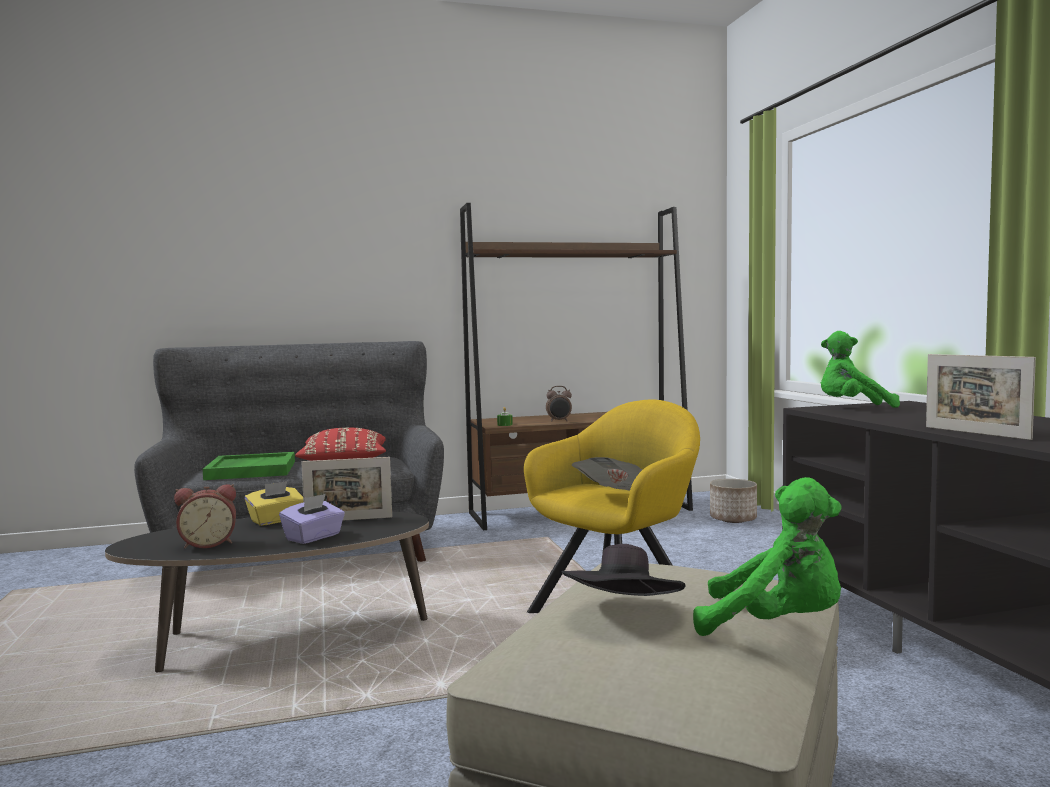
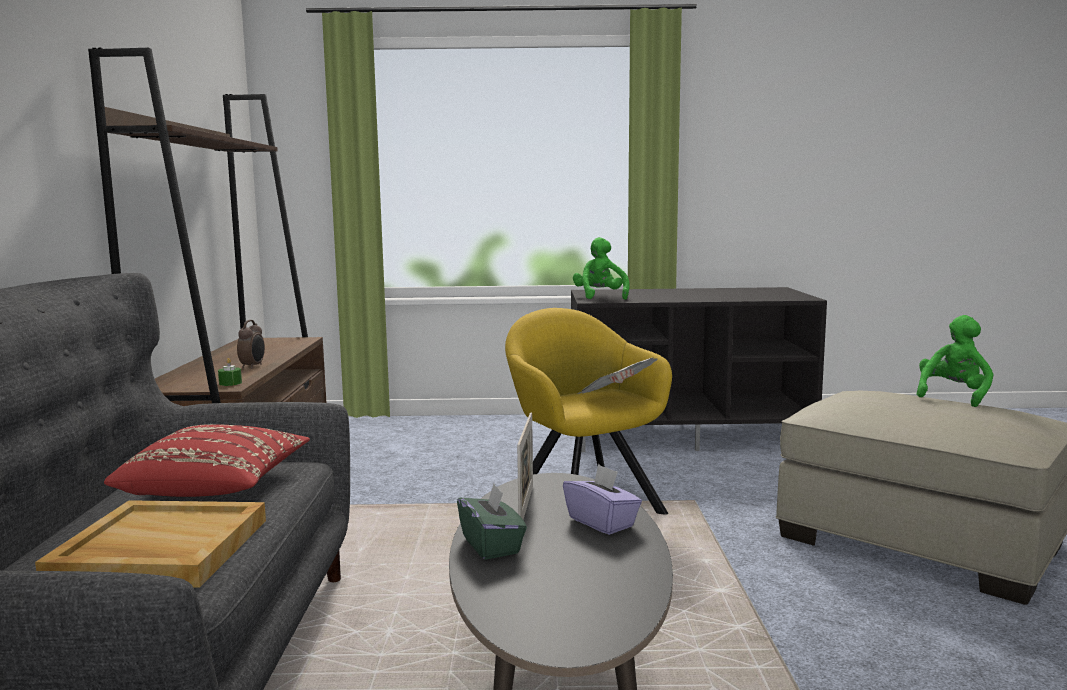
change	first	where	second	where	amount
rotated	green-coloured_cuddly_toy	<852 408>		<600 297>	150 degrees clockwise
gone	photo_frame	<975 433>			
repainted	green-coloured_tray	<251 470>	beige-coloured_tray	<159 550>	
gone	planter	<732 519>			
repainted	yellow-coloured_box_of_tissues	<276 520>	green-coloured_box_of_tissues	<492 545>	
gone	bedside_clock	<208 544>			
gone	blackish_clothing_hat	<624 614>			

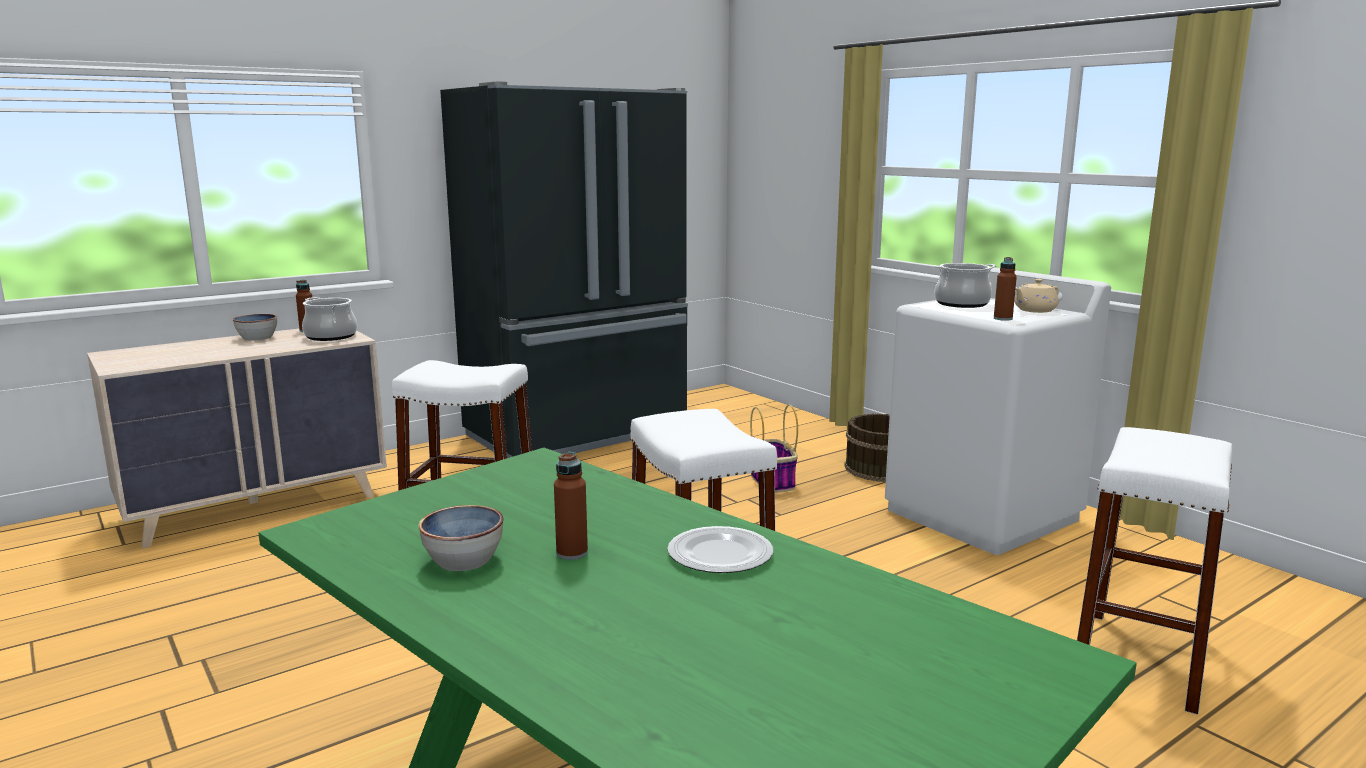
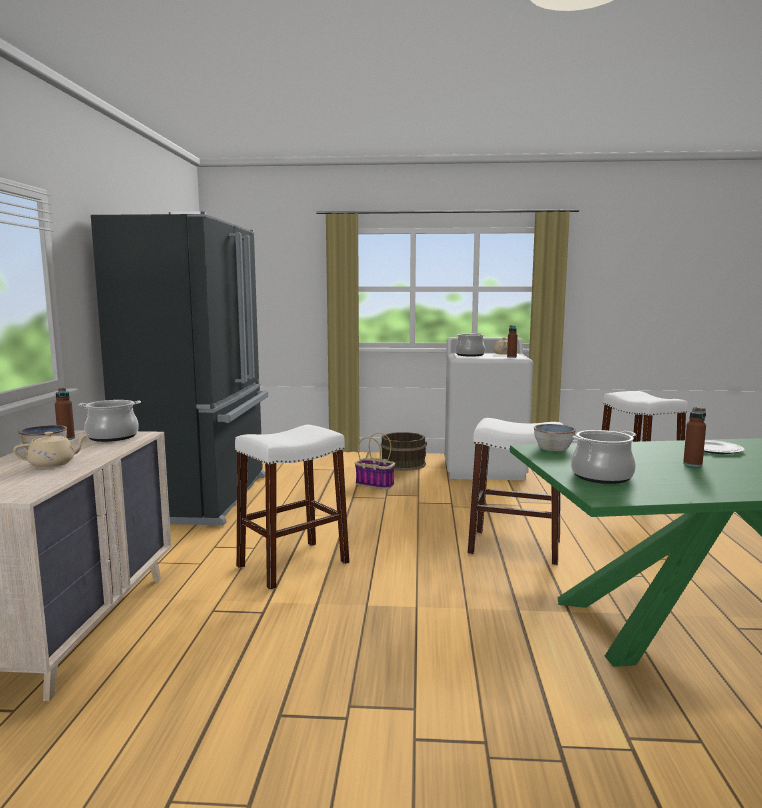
change	first	where	second	where	amount
shifted	deep_dish	<463 560>		<553 448>	
new			saucepot	<601 476>	
new			beige-coloured_tea_pot	<53 464>	

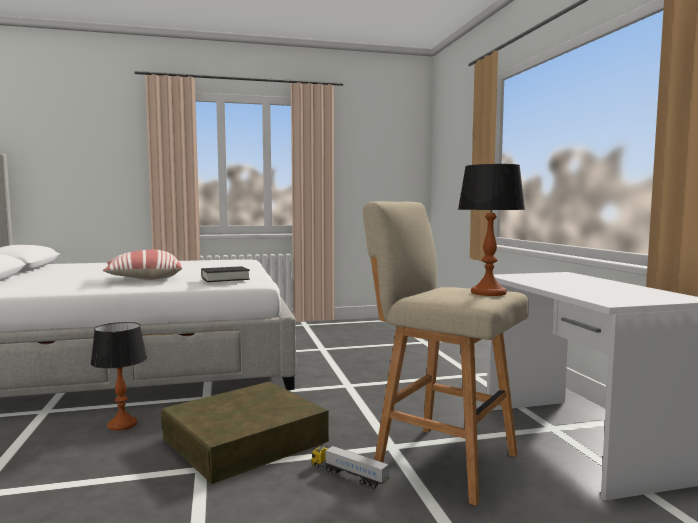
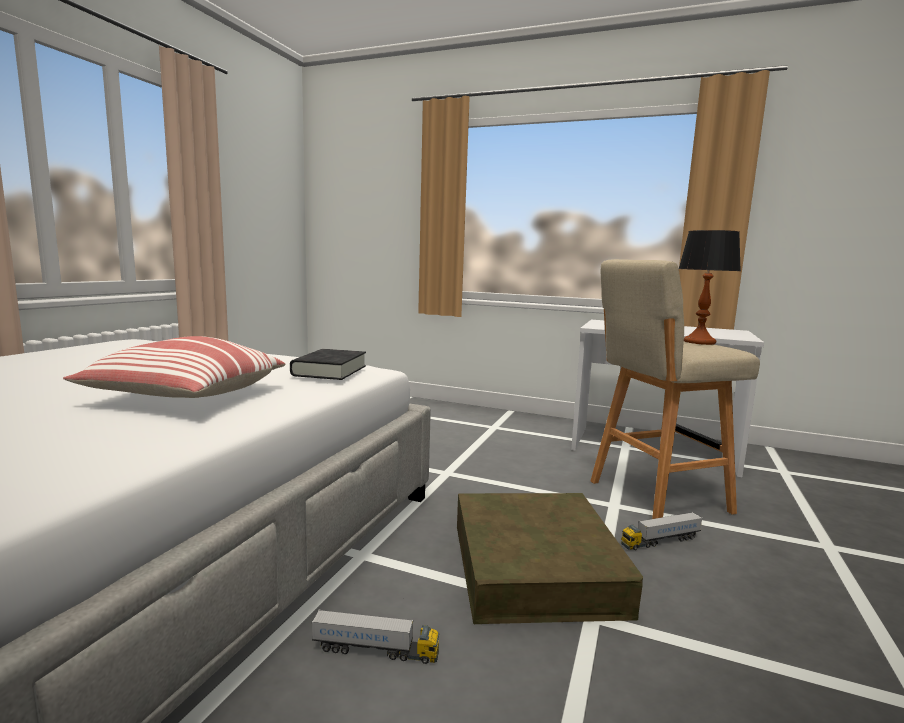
change	first	where	second	where	amount
swapped	tabletop_lamp	<122 424>	model_truck	<376 650>	

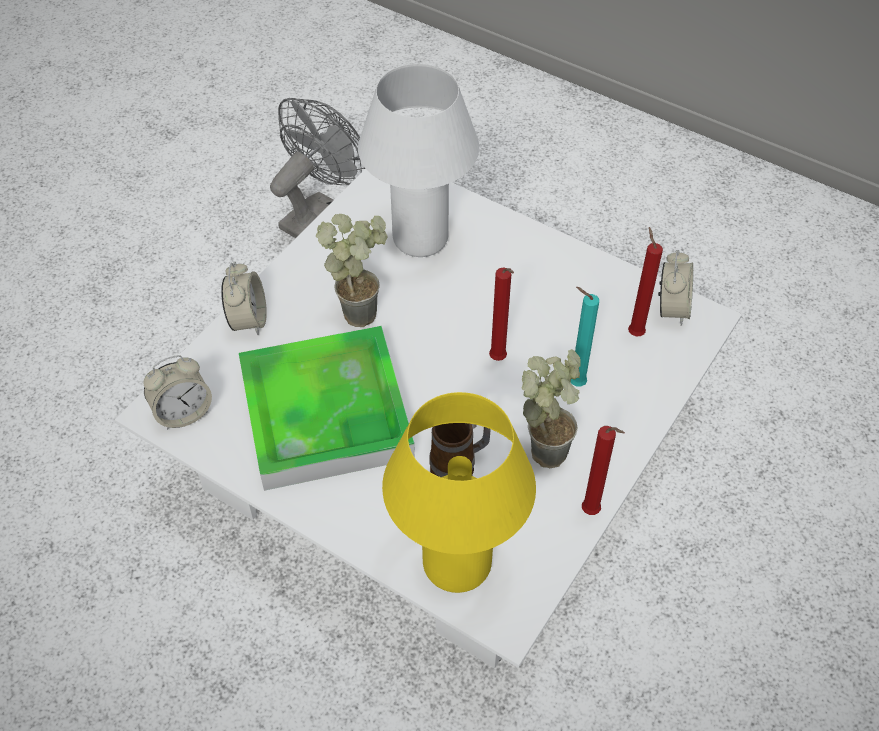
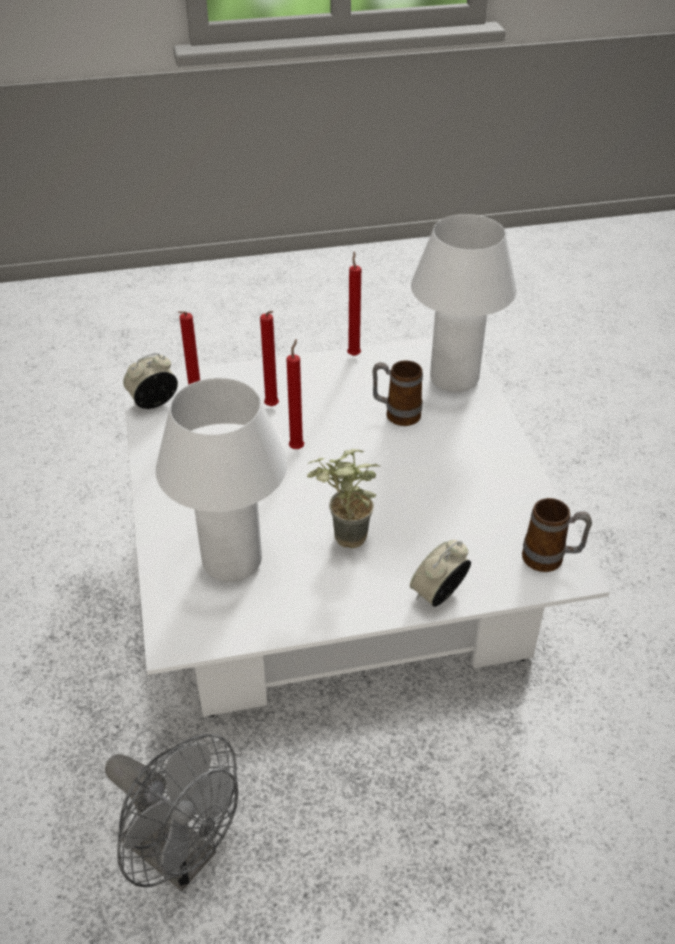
change	first	where	second	where	amount
rotated	grey_cooling_fan	<319 213>		<181 856>	135 degrees counterclockwise
repainted	turquoise_wax_light	<574 383>	red_wax_light	<272 407>	
gone	tray	<326 413>			
gone	plant_in_a_pot	<547 444>			
swapped	bedside_clock	<183 412>	coffee_mug	<551 560>	
repainted	yellow-coloured_tabletop_lamp	<457 563>	whitish_tabletop_lamp	<454 379>	

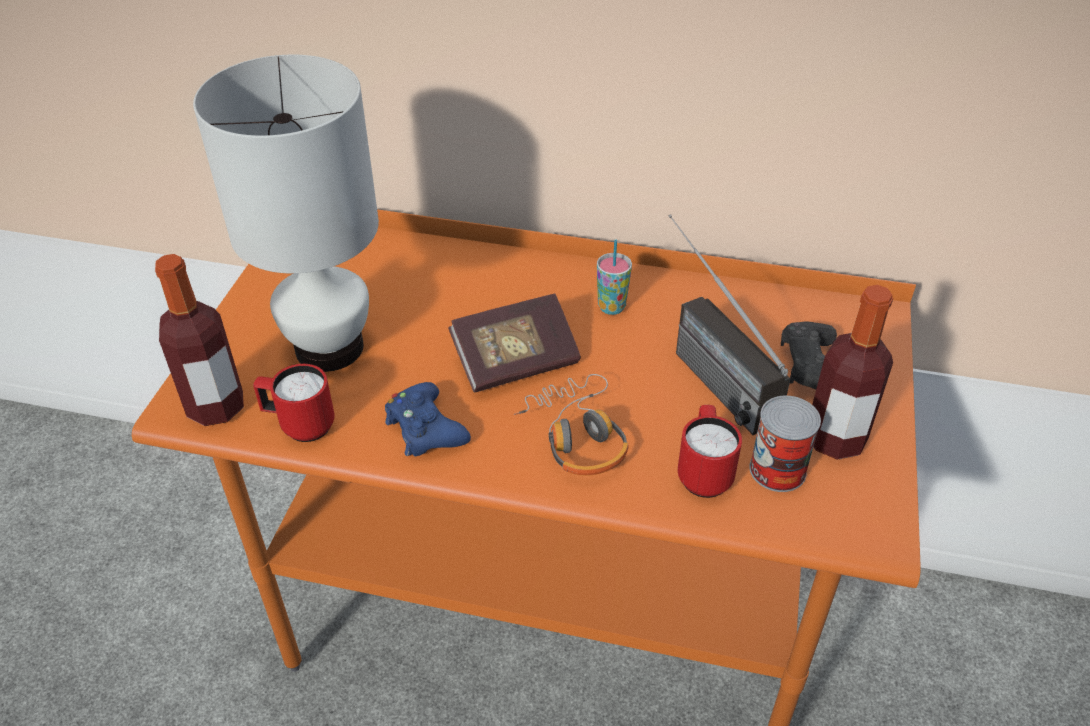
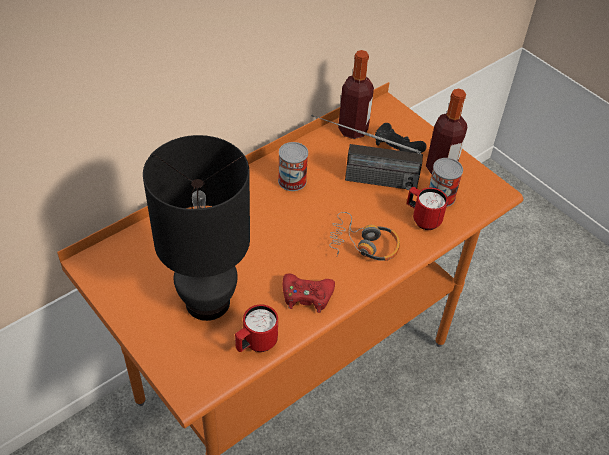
change	first	where	second	where	amount
repainted	whitish_tabletop_lamp	<331 347>	blackish_tabletop_lamp	<207 301>	
swapped	small_cup	<611 307>	sealed_can	<292 181>	
shifted	drink_bottle	<216 407>		<353 130>	
gone	book	<515 361>			
repainted	bluish_gamepad	<425 429>	red_gamepad	<307 296>	

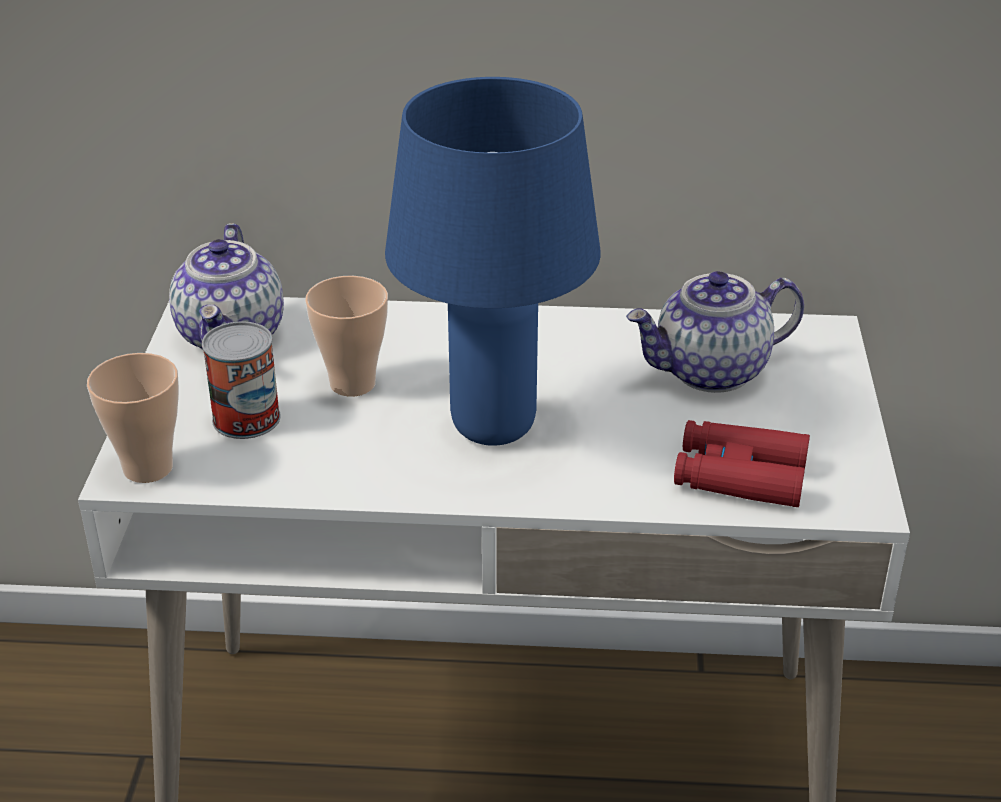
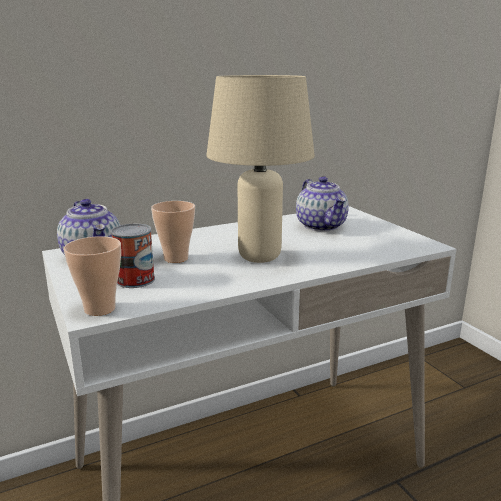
change	first	where	second	where	amount
repainted	bluish_tabletop_lamp	<493 425>	beige-coloured_tabletop_lamp	<259 256>	
rotated	tea_pot	<710 372>		<322 226>	60 degrees counterclockwise
gone	red_pair_of_binoculars	<739 476>			

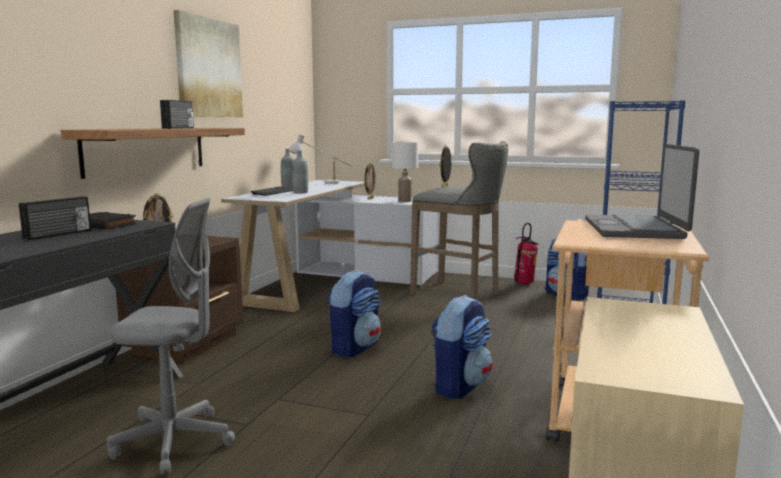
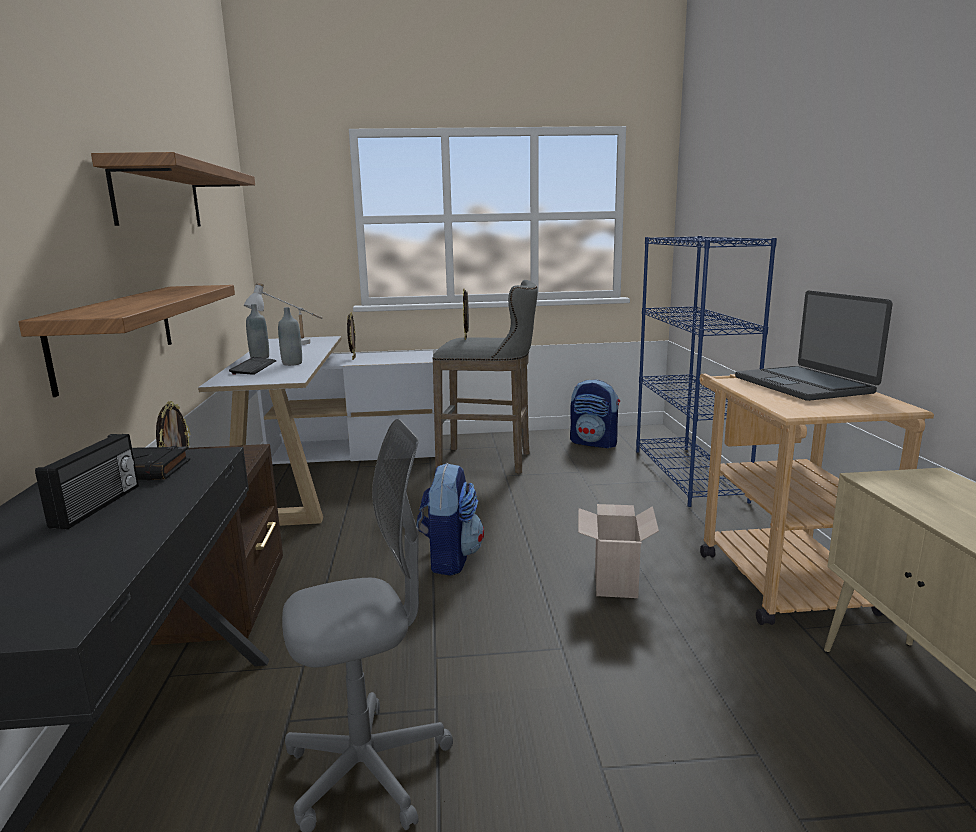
change	first	where	second	where	amount
swapped	wall_art	<208 68>	shelf	<159 197>	
gone	radio_set	<179 128>			
gone	whitish_tabletop_lamp	<404 201>			
gone	fire-fighting_cylinder	<524 284>			
swapped	knapsack	<459 386>	packing_box	<613 581>	

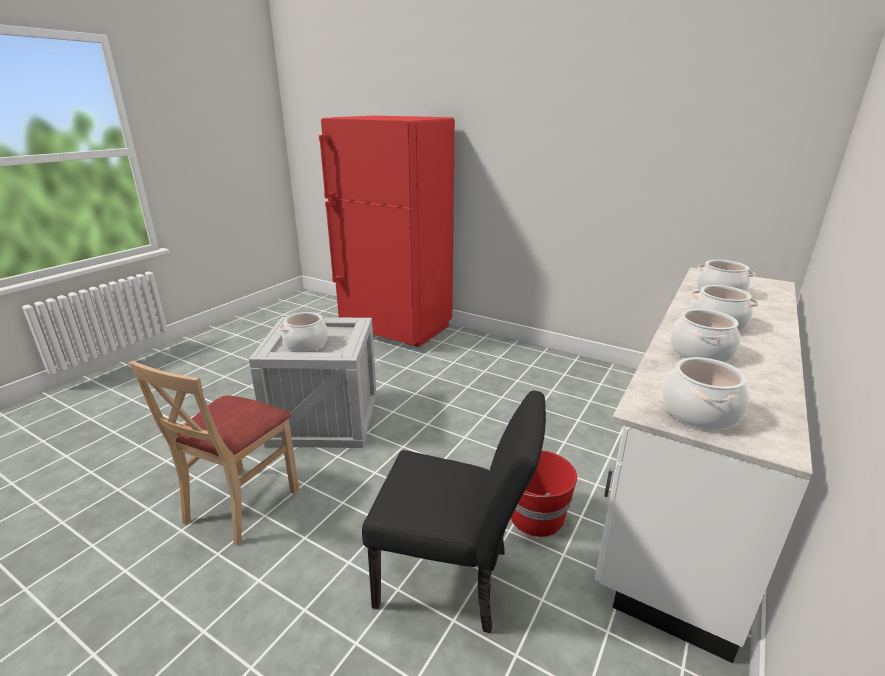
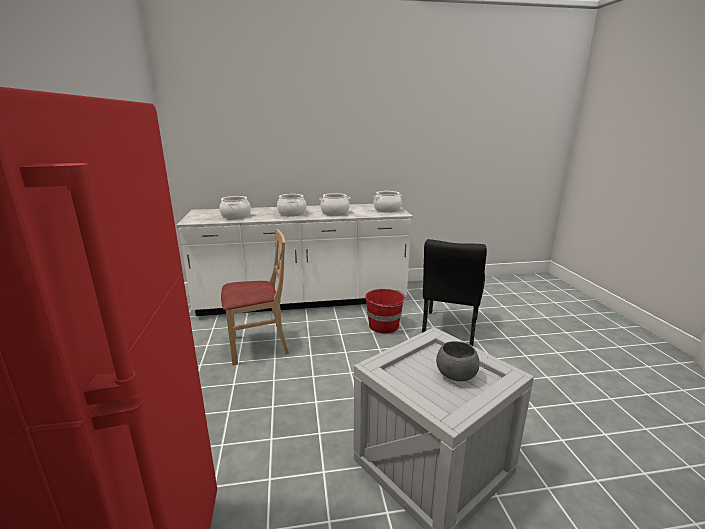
change	first	where	second	where	amount
swapped	saucepot	<306 344>	grey_deep_dish	<455 375>	
shifted	beige-coloured_chair	<241 504>		<259 346>	
rotated	blackish_chair	<454 580>		<448 330>	135 degrees counterclockwise

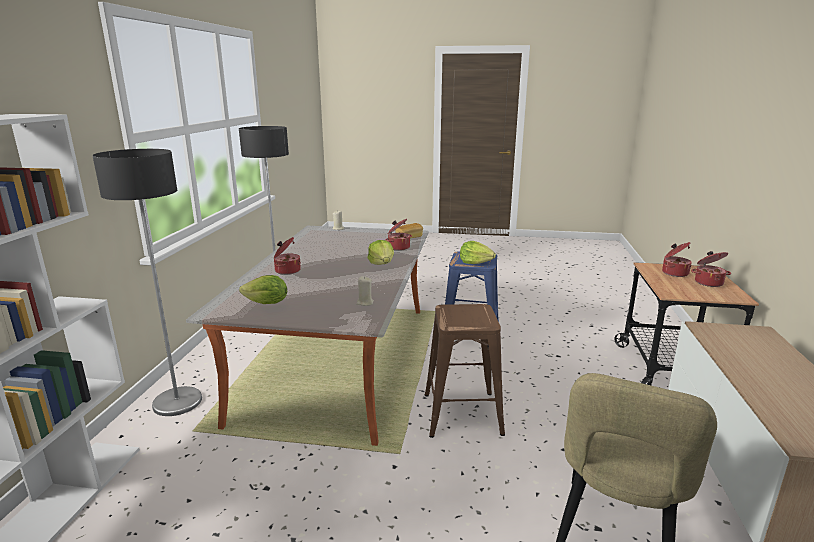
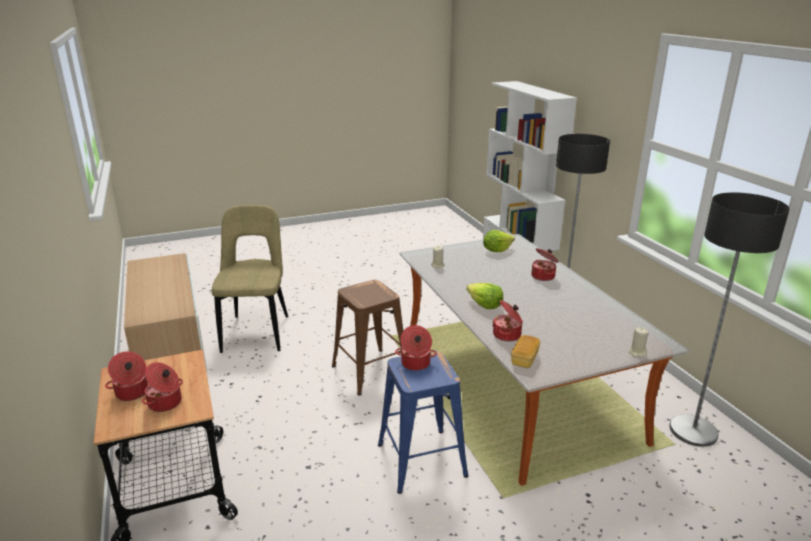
change	first	where	second	where	amount
swapped	lettuce	<475 262>	saucepot	<415 364>	

